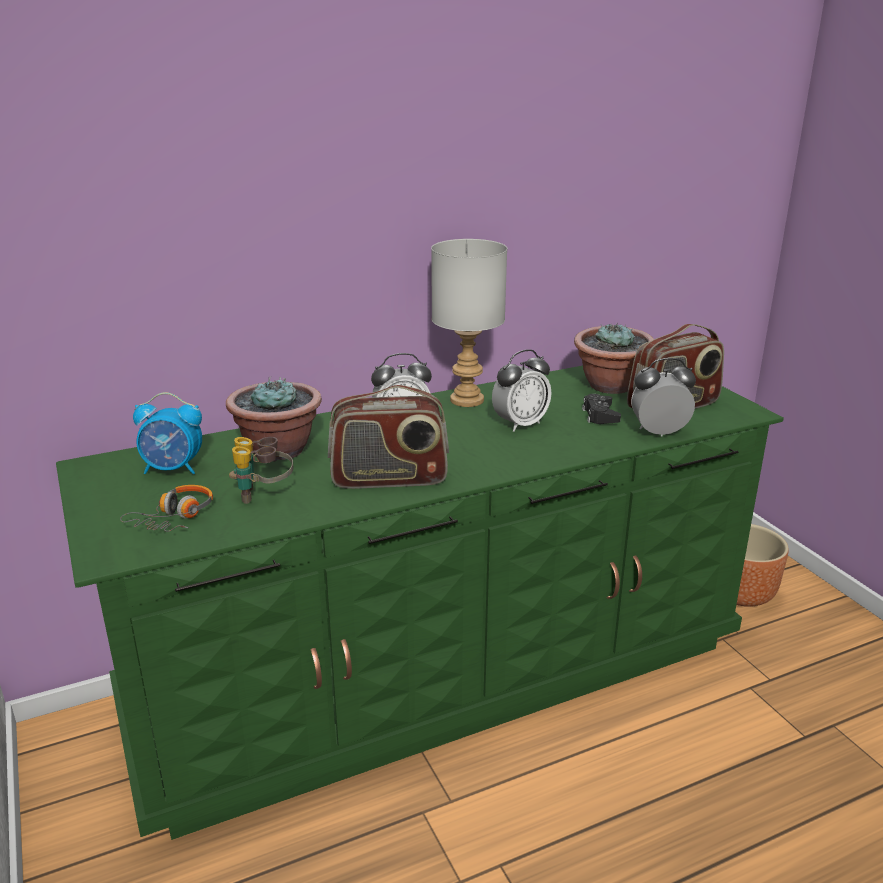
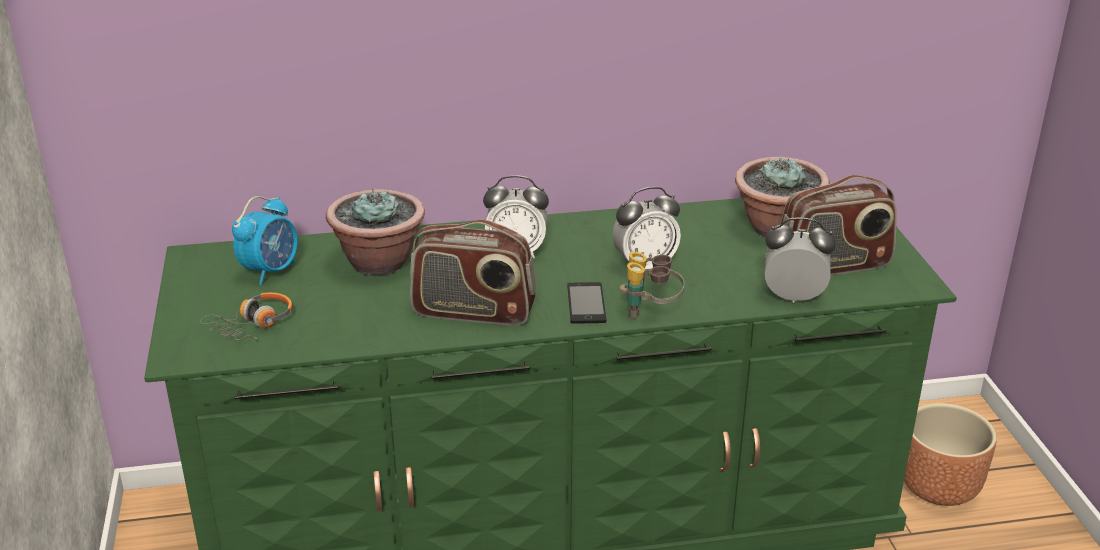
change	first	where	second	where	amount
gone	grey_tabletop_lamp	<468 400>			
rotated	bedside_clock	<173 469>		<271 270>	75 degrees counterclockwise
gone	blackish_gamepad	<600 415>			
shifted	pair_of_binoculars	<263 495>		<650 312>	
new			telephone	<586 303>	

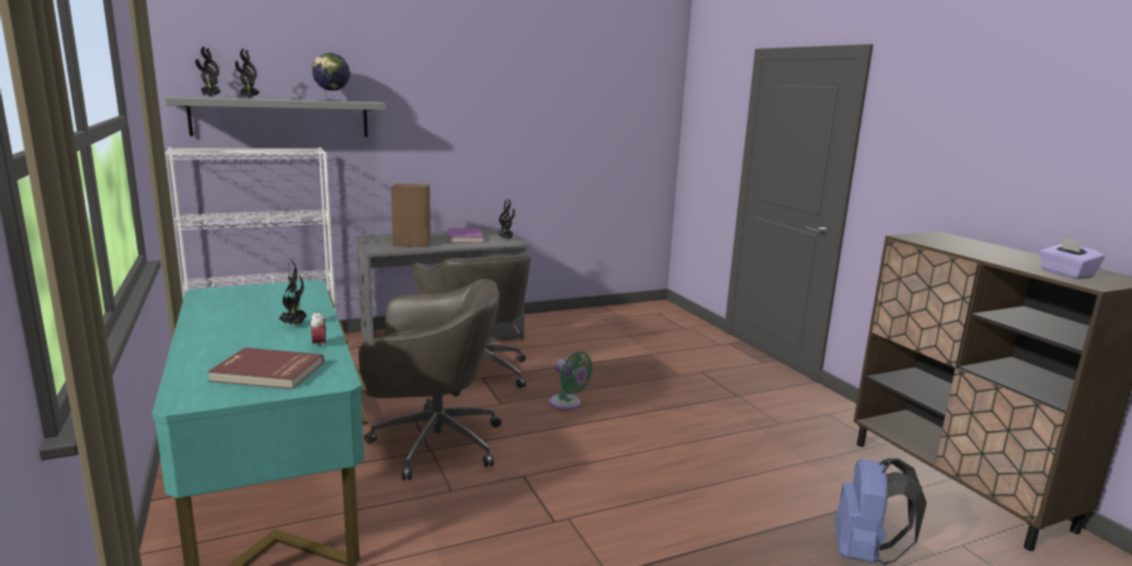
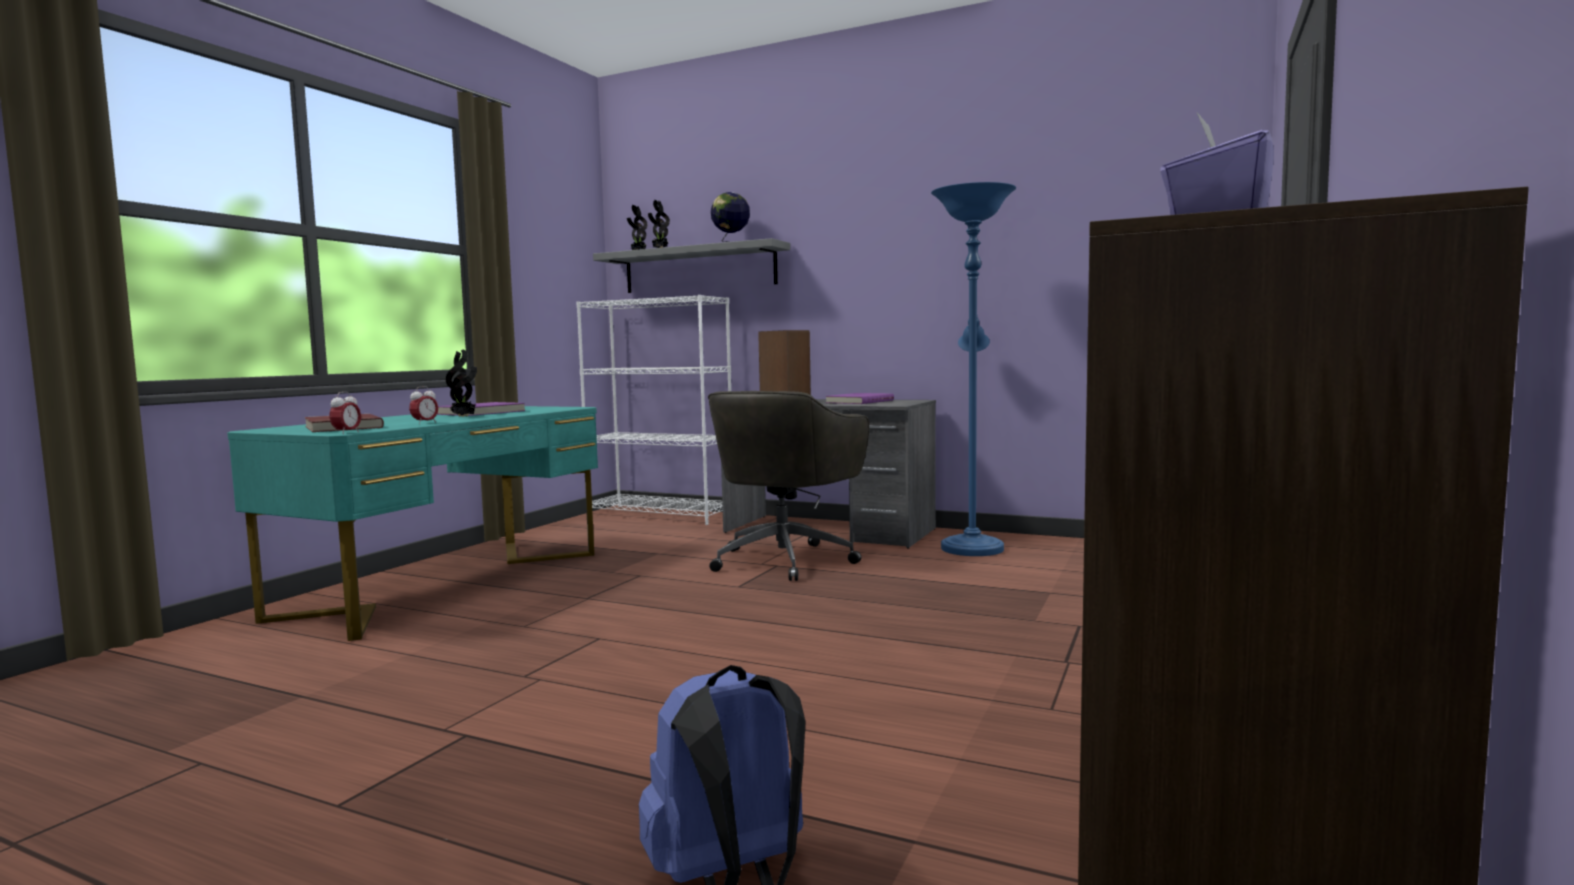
change	first	where	second	where	amount
gone	plant_in_a_pot	<506 239>			
gone	grey_office_chair	<432 443>			
gone	green-coloured_cooling_fan	<567 404>			
new			bluish_standard_lamp	<972 546>	
new			bedside_clock	<346 433>	
new			purple_book	<482 412>	

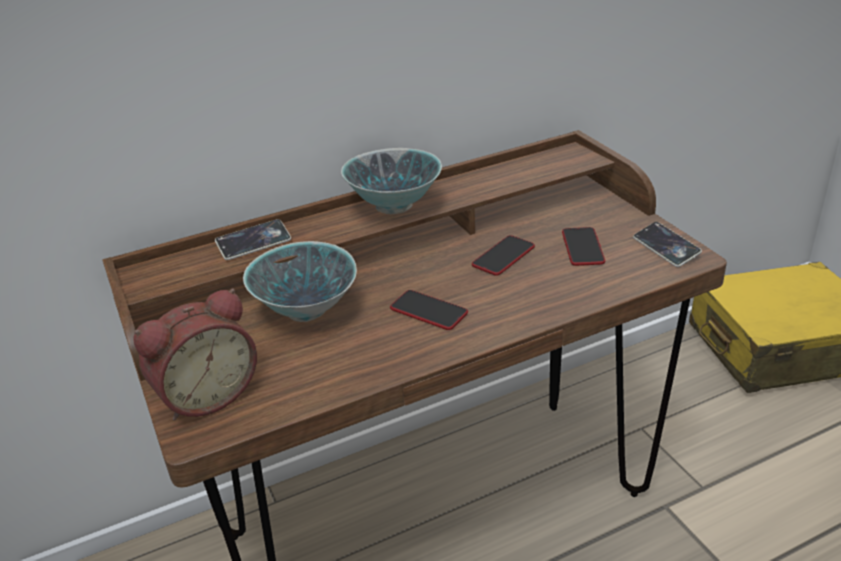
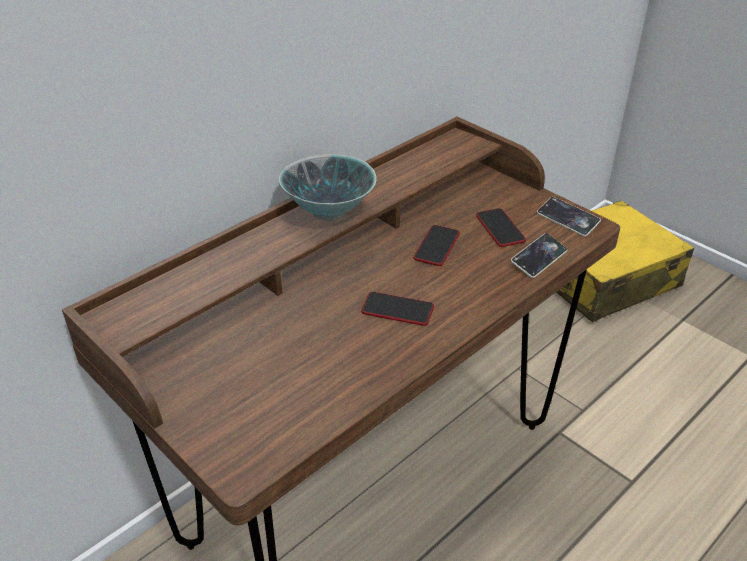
change	first	where	second	where	amount
shifted	telephone	<254 243>		<538 259>	
gone	deep_dish	<306 310>			
gone	bedside_clock	<206 394>			

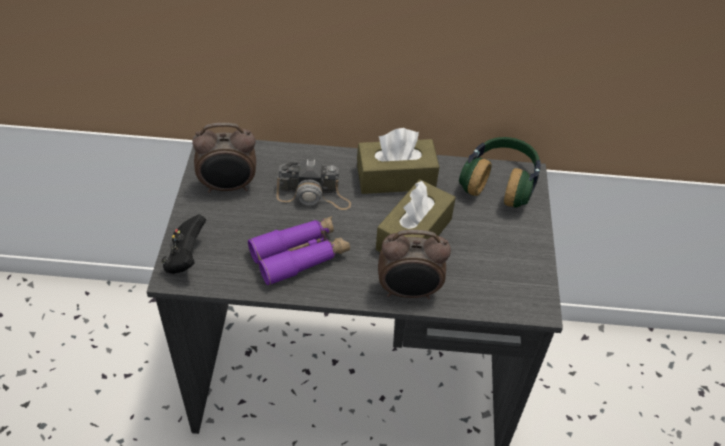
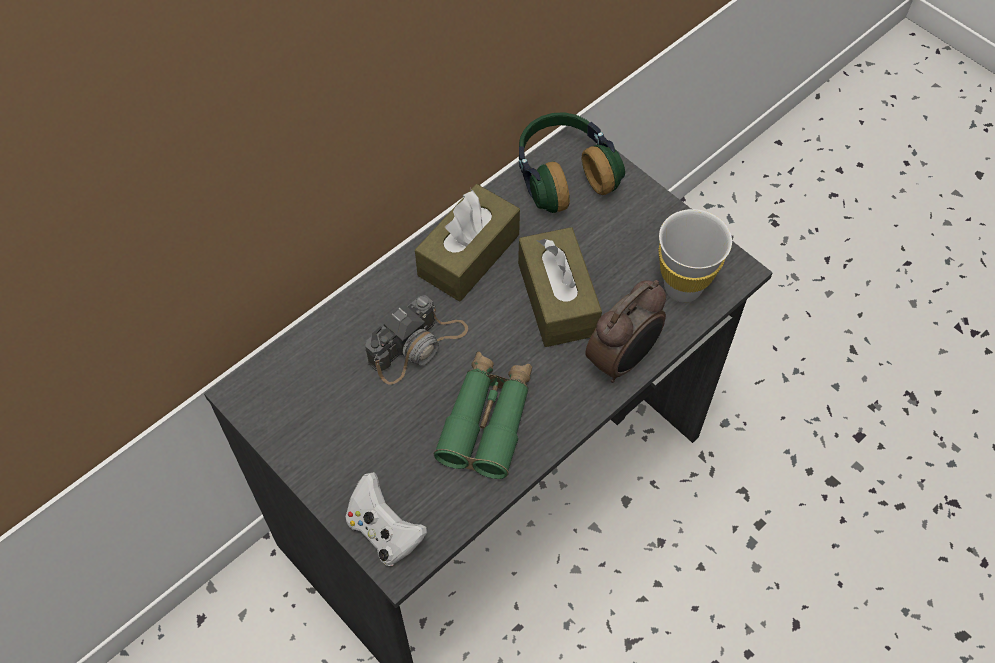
change	first	where	second	where	amount
gone	bedside_clock	<228 187>			
repainted	blackish_gamepad	<186 257>	whitish_gamepad	<384 531>	
repainted	purple_pair_of_binoculars	<300 255>	green-coloured_pair_of_binoculars	<487 420>	
new			whitish_small_cup	<682 287>	

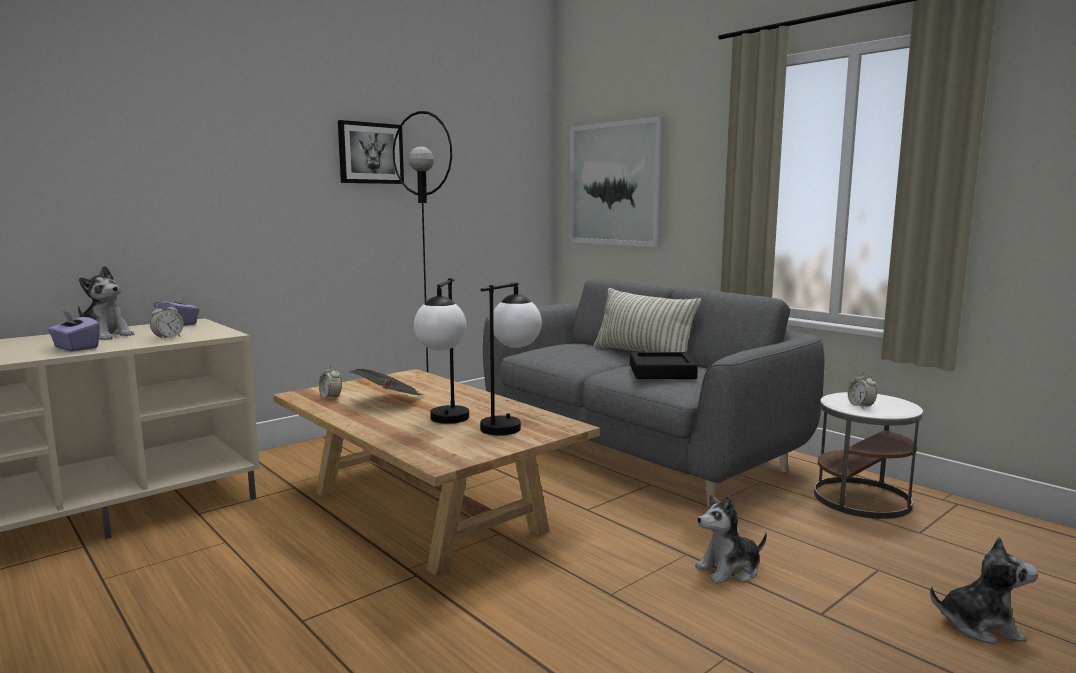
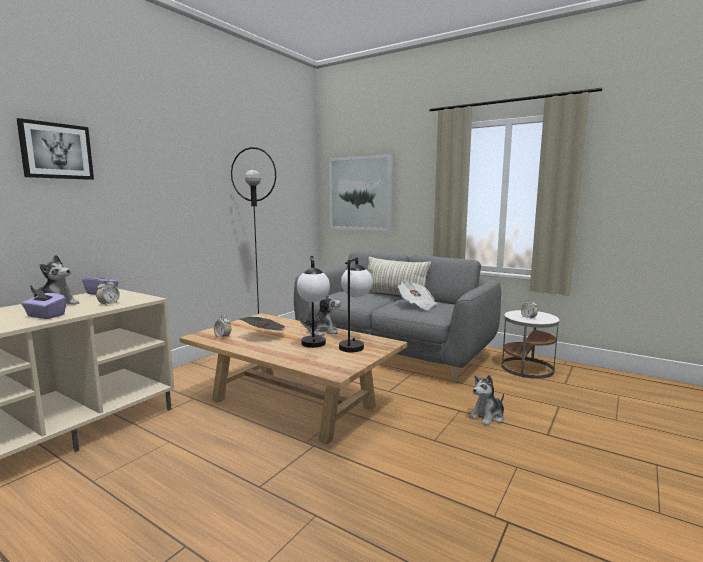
change	first	where	second	where	amount
shifted	wall_art	<370 153>		<56 151>	
swapped	blackish_tray	<662 372>	daily_paper	<417 305>	
shifted	cuddly_toy	<979 626>		<321 332>	

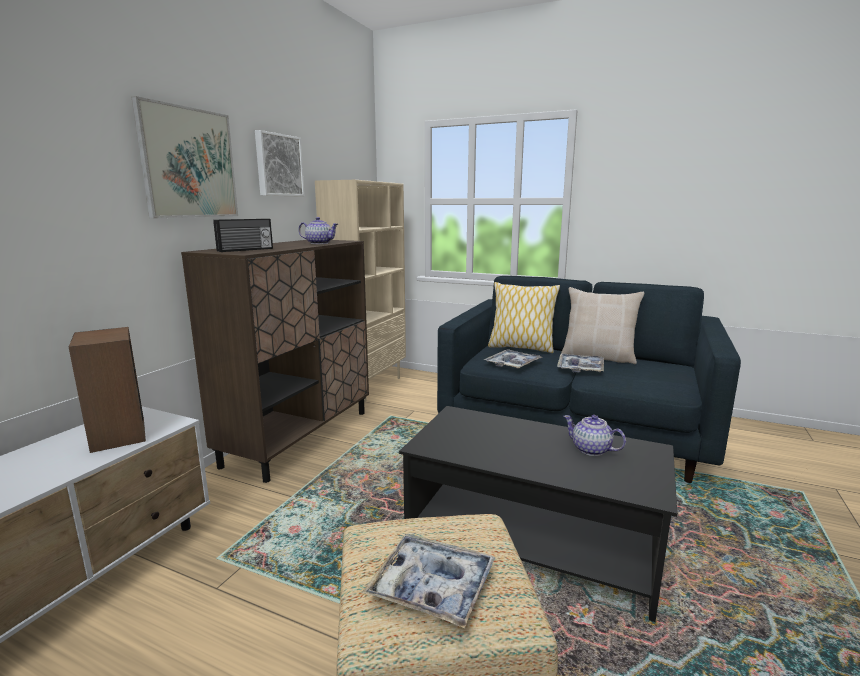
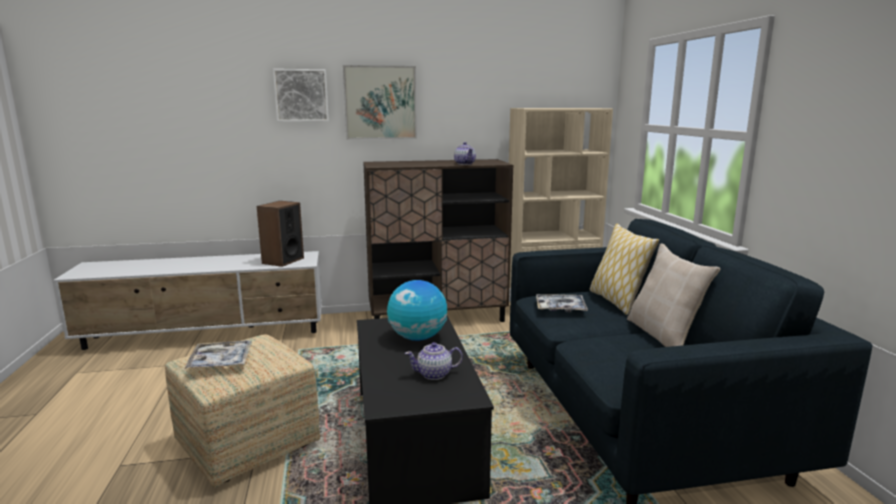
change	first	where	second	where	amount
shifted	wall_art	<278 165>		<301 95>	
gone	radio_set	<246 250>			
gone	tray	<580 368>			
rotated	tea_pot	<591 450>		<434 374>	105 degrees counterclockwise
new			world_globe	<417 338>	

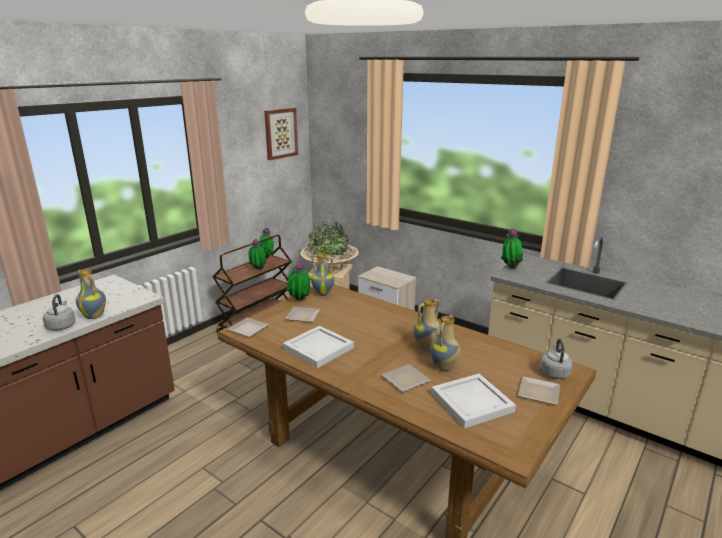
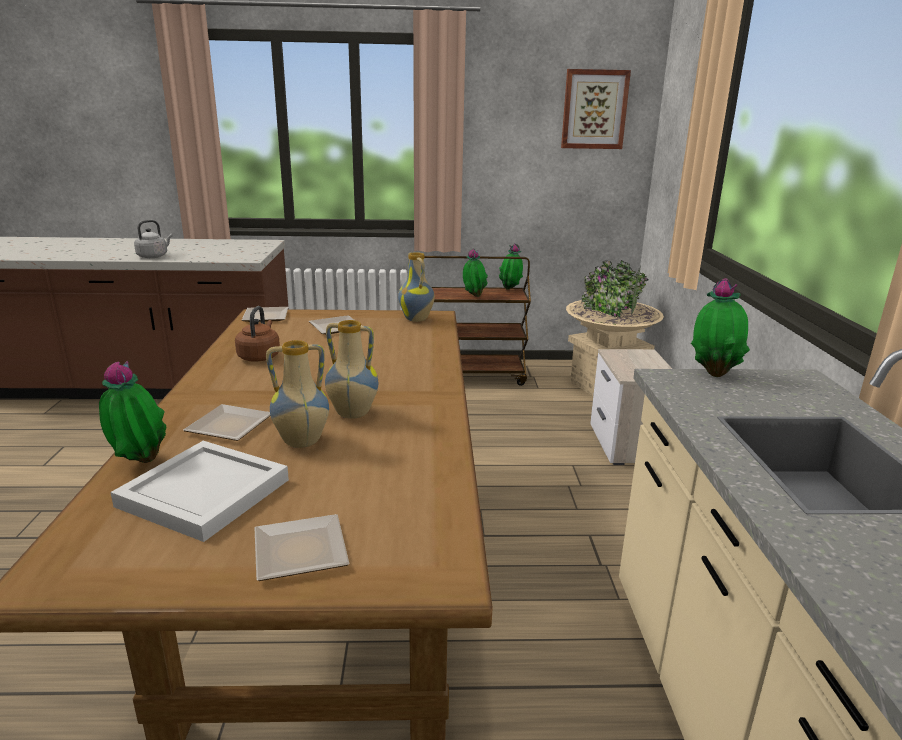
change	first	where	second	where	amount
shifted	plant_in_a_pot	<299 301>		<139 463>	
gone	flower_vase	<95 316>			
swapped	whitish_tray	<317 348>	brownish_tea_kettle	<260 356>	
gone	grey_tea_kettle	<554 372>			

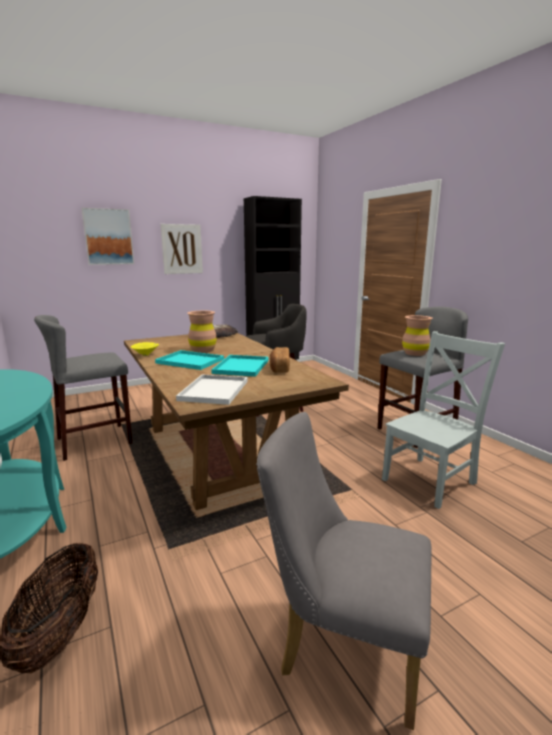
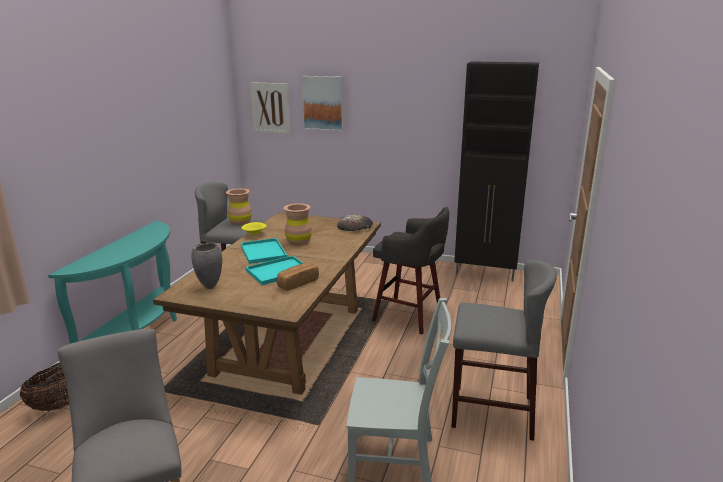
change	first	where	second	where	amount
shifted	wall_art	<182 249>		<271 108>	
shifted	brownish_flower_vase	<415 353>		<240 222>	
swapped	whitish_tray	<214 391>	grey_flower_vase	<210 288>	

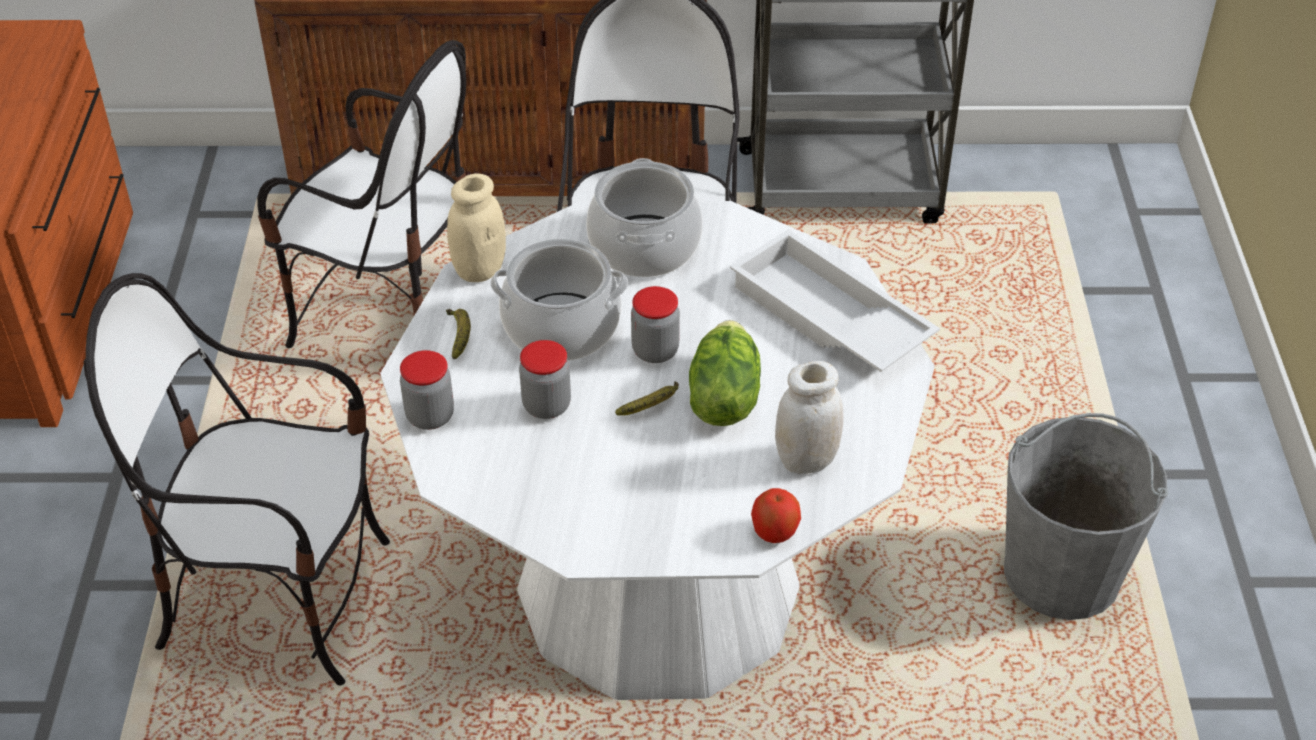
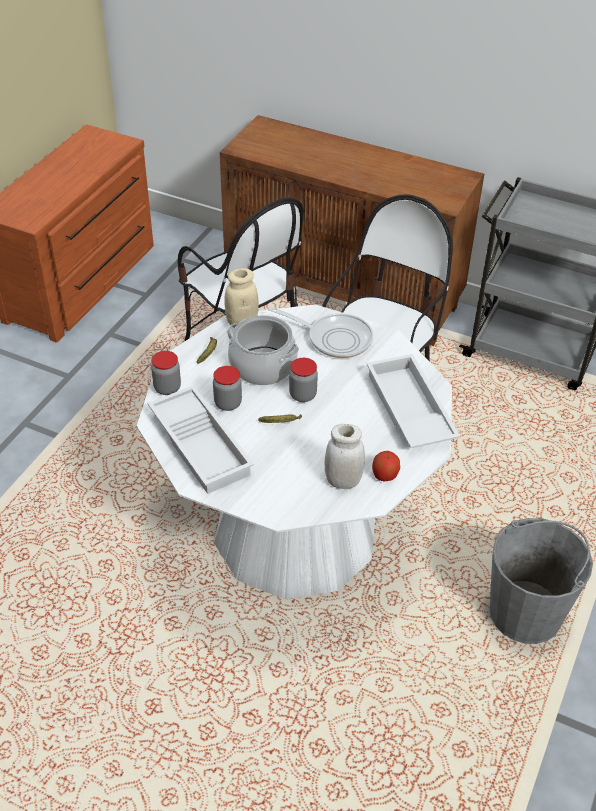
change	first	where	second	where	amount
swapped	saucepot	<643 246>	pan	<334 338>	
gone	chair	<279 600>			
gone	lettuce	<722 398>			
shifted	apple	<774 532>		<384 475>	
new			whitish_tray	<202 445>	

